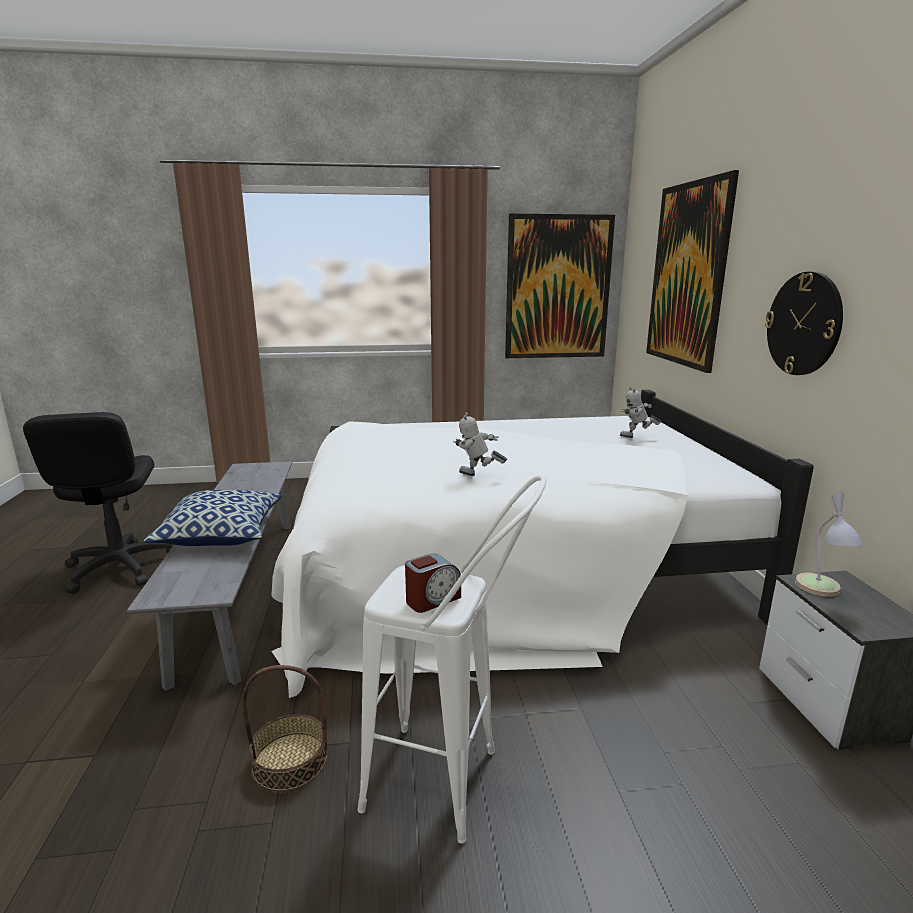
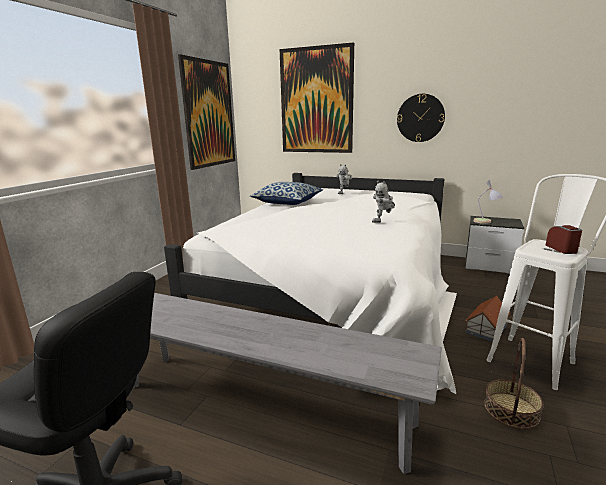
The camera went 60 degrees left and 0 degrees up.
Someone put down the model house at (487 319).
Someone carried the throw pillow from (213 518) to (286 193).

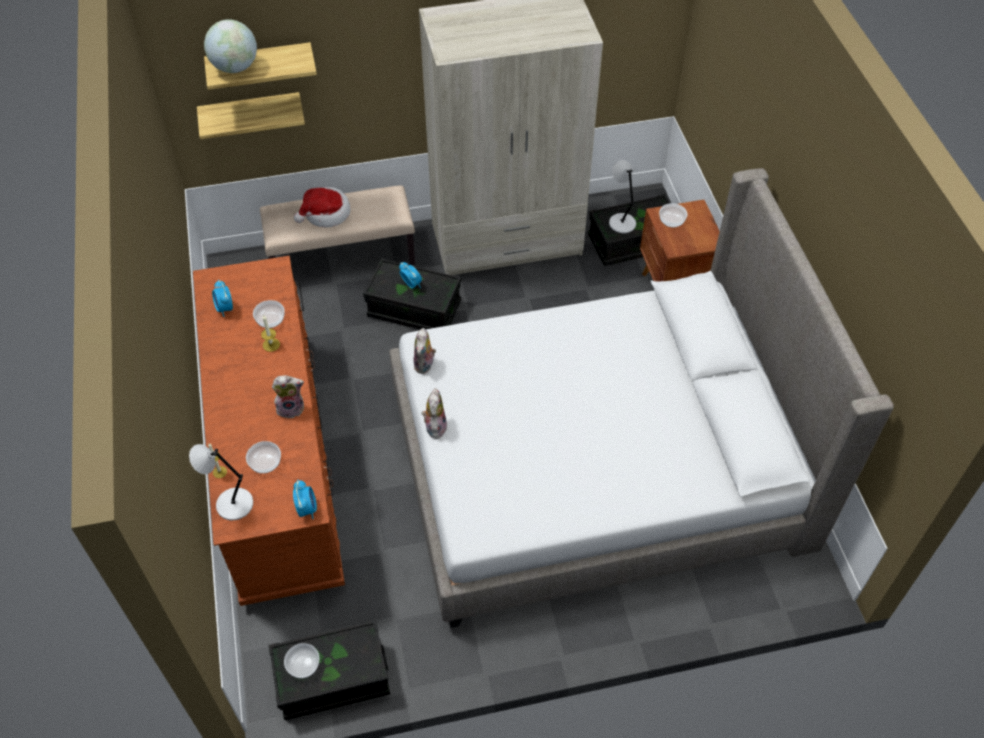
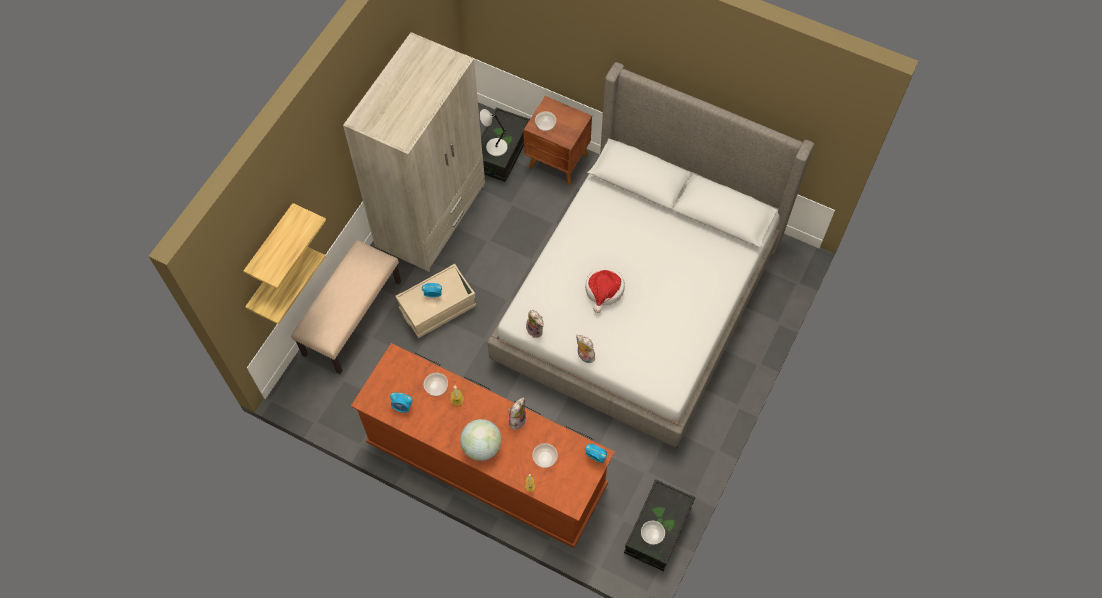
The camera went 50 degrees left and 10 degrees up.
Someone took away the grey tabletop lamp at (221 482).
Someone carried the globe from (230 46) to (481 440).
Someone carried the wearable hat from (322 207) to (605 290).
Someone repainted the black storage box at (412 294), which became the beige-coloured storage box at (436 301).

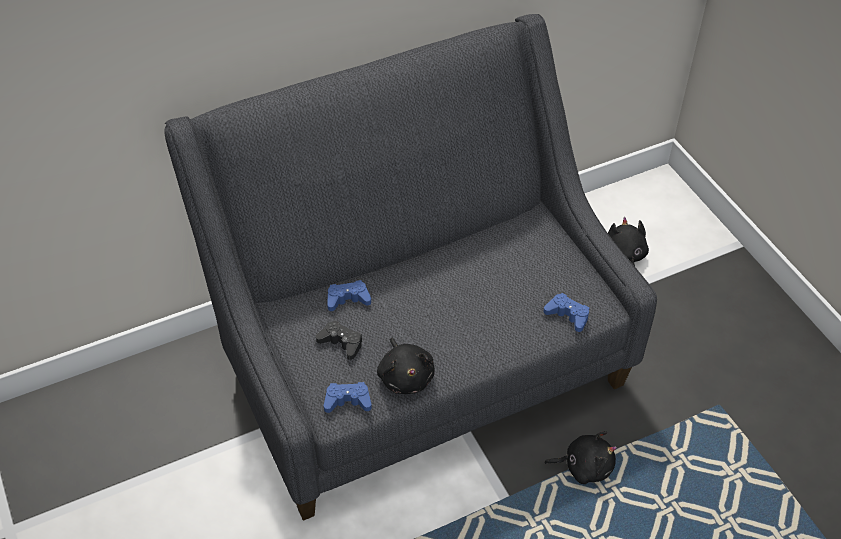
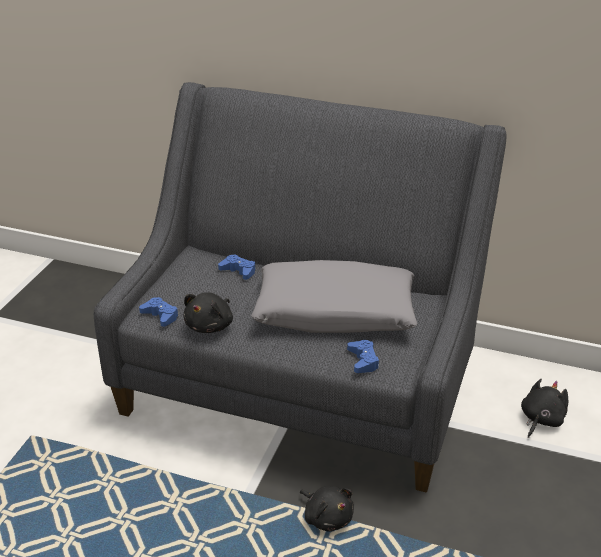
The camera went 45 degrees right and 15 degrees down.
Someone took away the black game controller at (339 340).
Someone put down the grey throw pillow at (334 296).

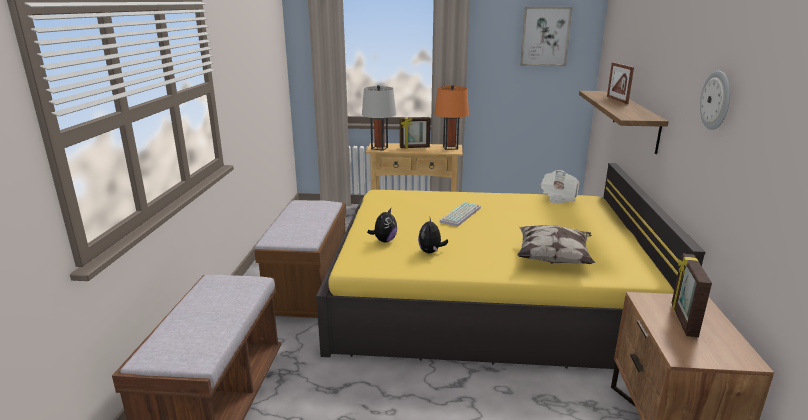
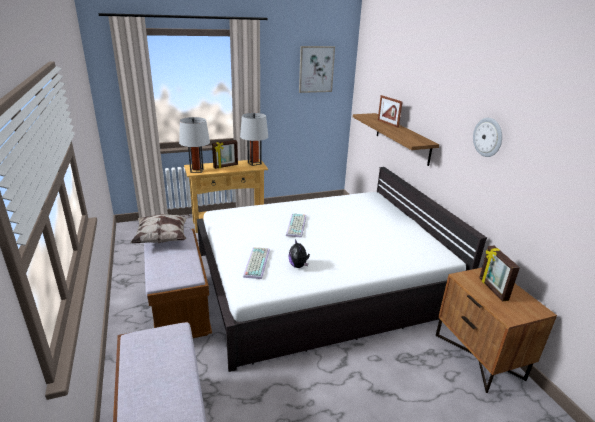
The camera went 25 degrees left and 5 degrees up.
Someone took away the printed paper at (560 187).
Someone carried the throw pillow from (556 244) to (160 228).
Someone swapped the plush toy at (382 225) for the computer keyboard at (256 263).
Someone repainted the yellow-coloured sleeping bed at (510 266), which became the whitish sleeping bed at (342 269).
Someone repainted the orange-coloured tabletop lamp at (452 117), which became the grey tabletop lamp at (254 139).

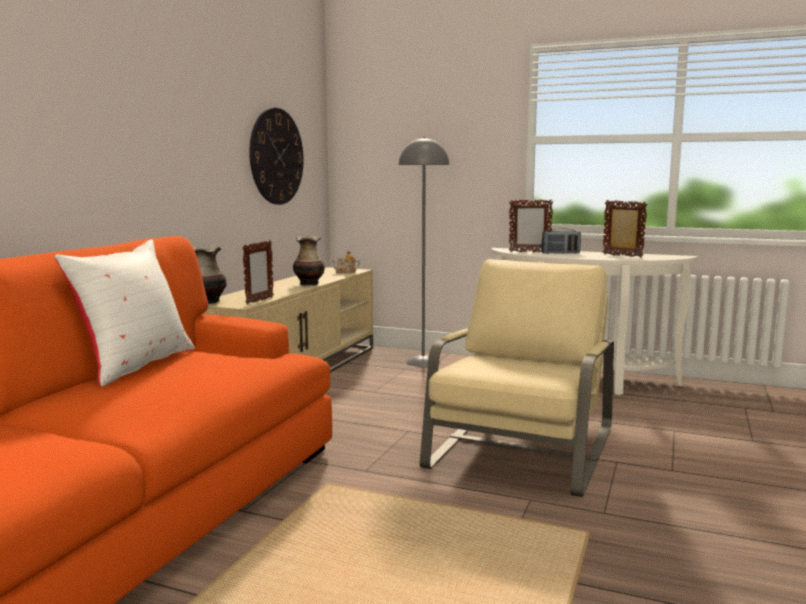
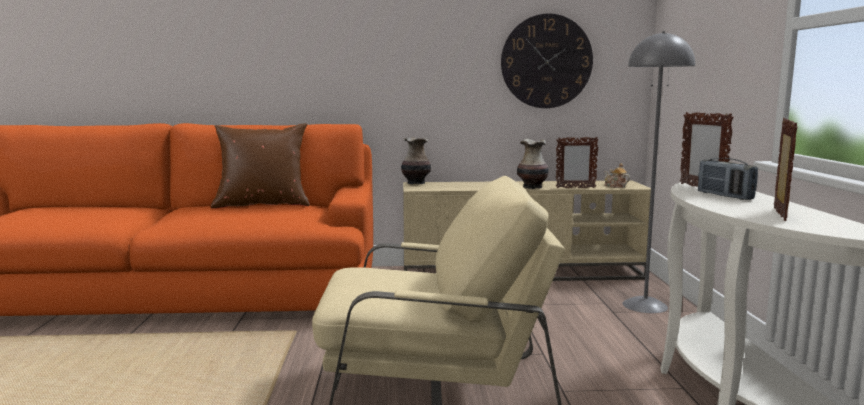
The camera went 65 degrees right and 0 degrees up.
Someone carried the photo frame from (258 272) to (577 162).
Someone repainted the whitish throw pillow at (124 313), which became the brown-coloured throw pillow at (260 166).

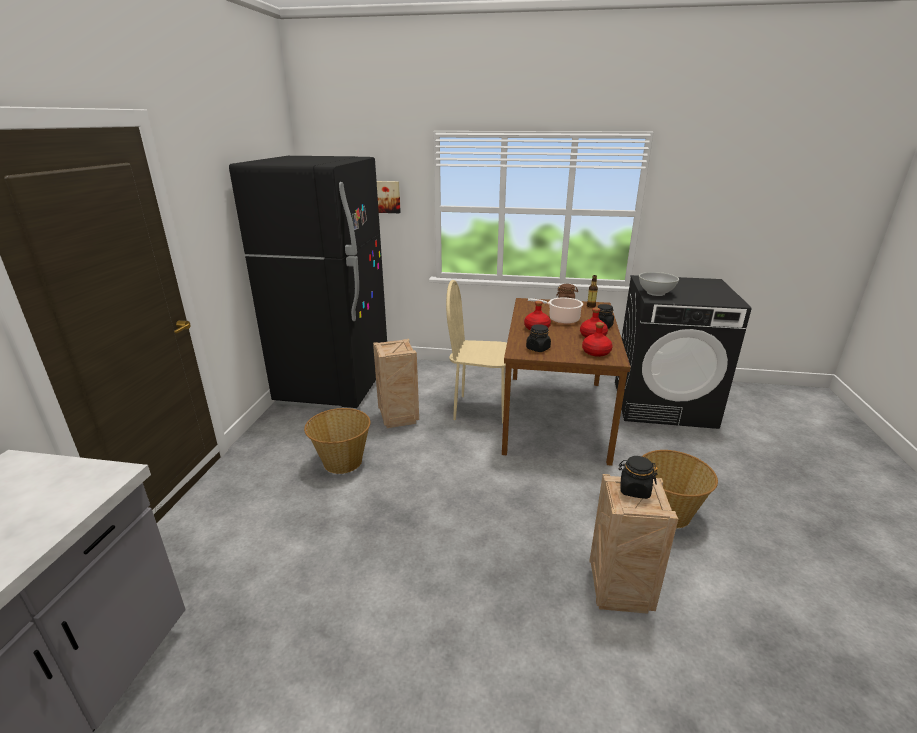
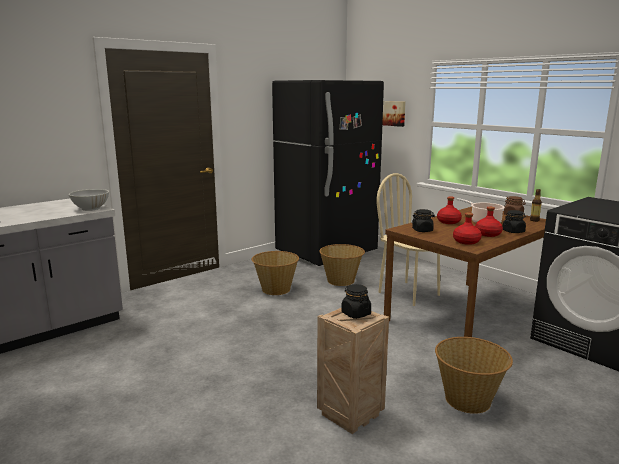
The camera went 40 degrees right and 10 degrees down.
Someone carried the whitish deep dish from (659 284) to (89 200).
Someone swapped the crate at (396 383) for the storage basket at (342 265).

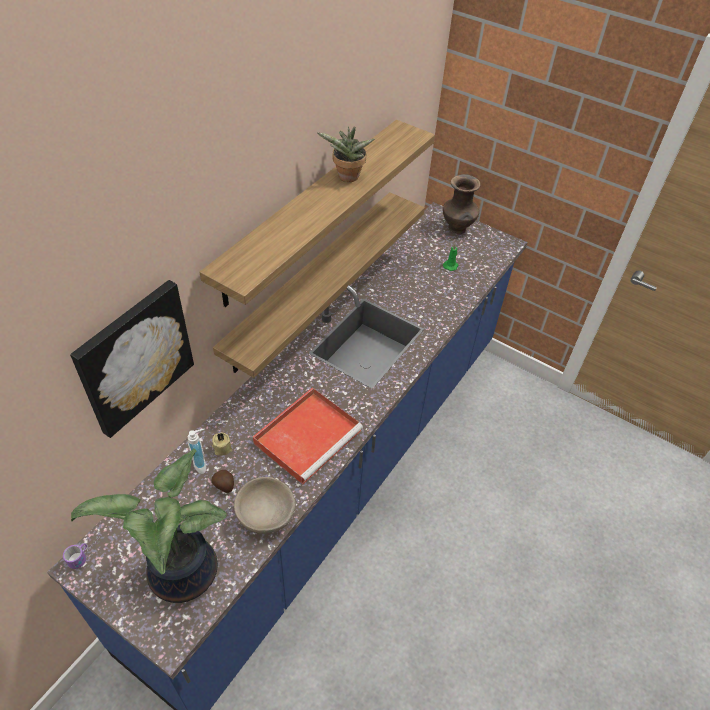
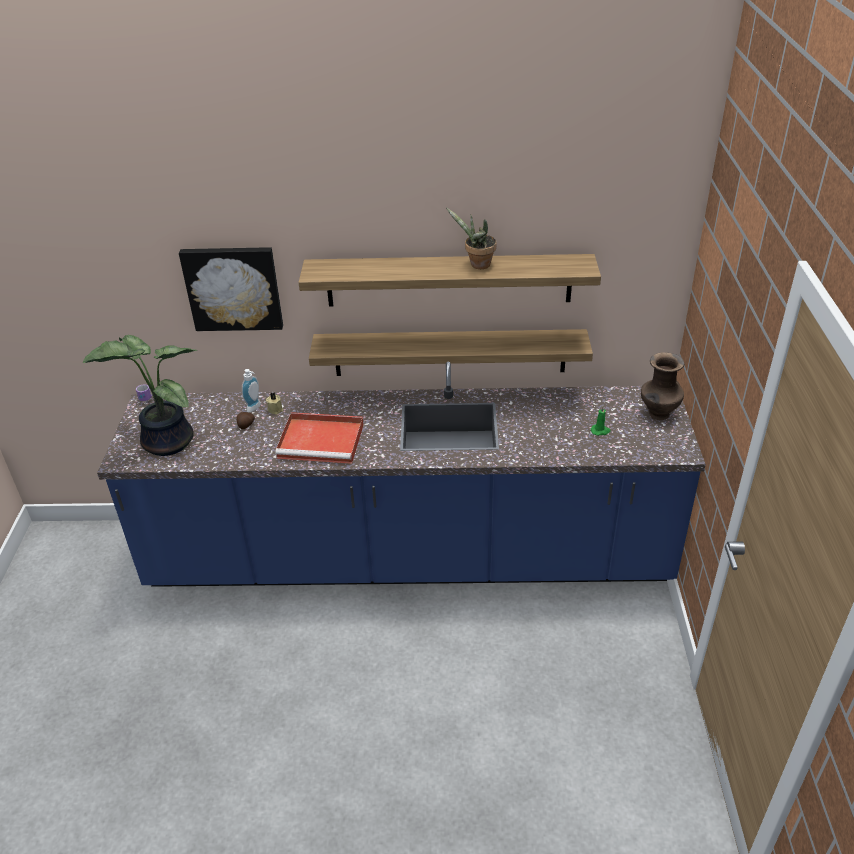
The camera went 60 degrees right and 10 degrees down.
Someone took away the beige-coloured deep dish at (265 505).

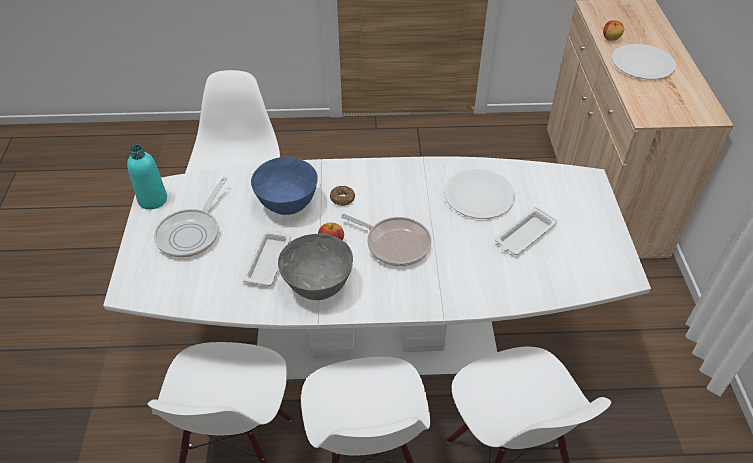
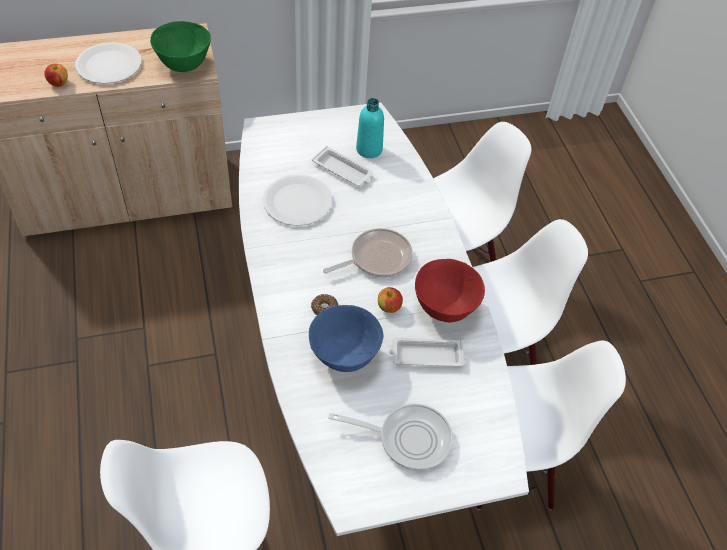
The camera went 105 degrees left and 5 degrees up.
Someone put down the greenish deep dish at (180 46).
Someone carried the turquoise beverage bottle from (147 177) to (370 128).
Someone repainted the grey deep dish at (315 267), which became the reddish deep dish at (450 290).
Someone rotated the pan at (386 240) by 45 degrees clockwise.

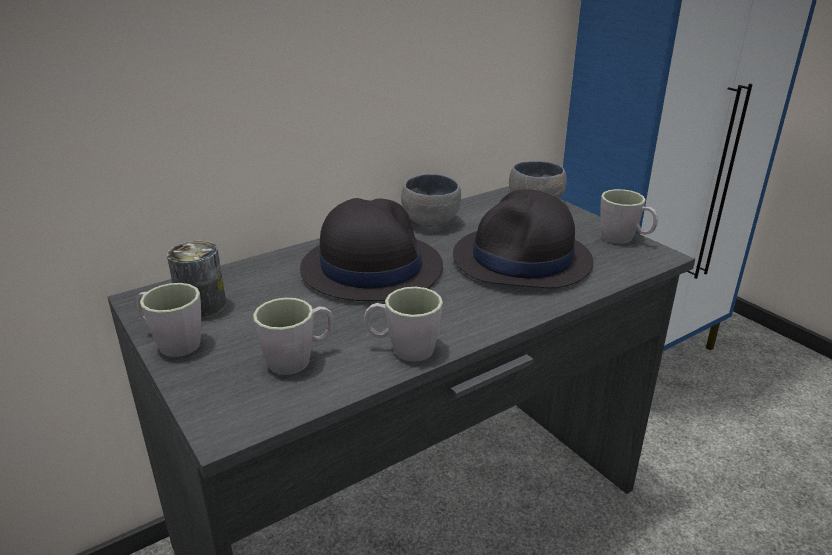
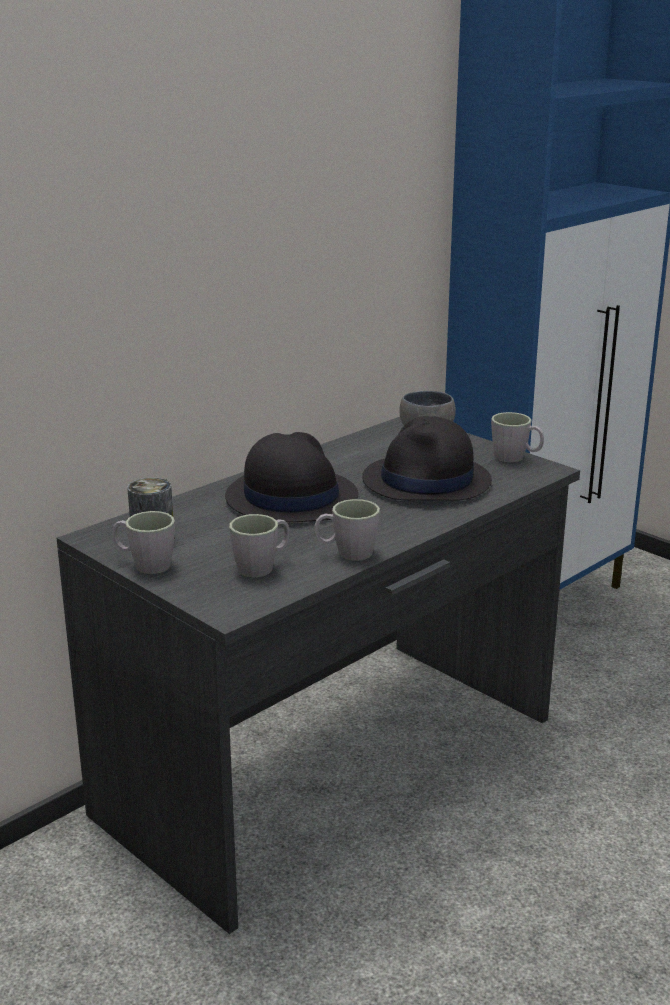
The camera went 10 degrees left and 5 degrees down.
Someone took away the grey deep dish at (431 200).

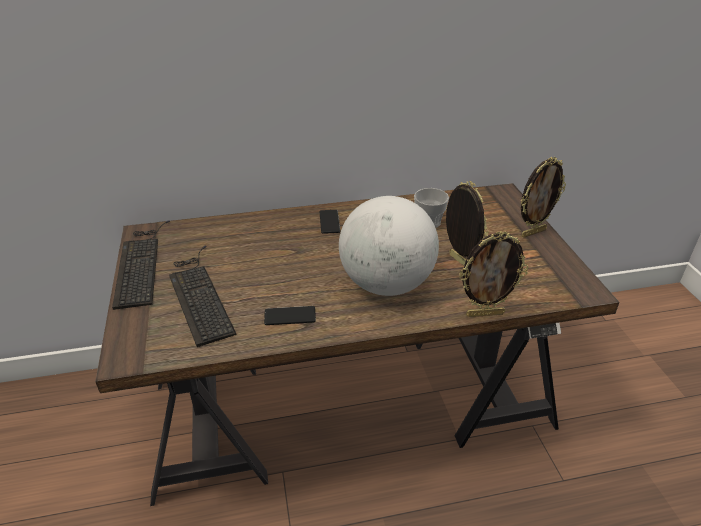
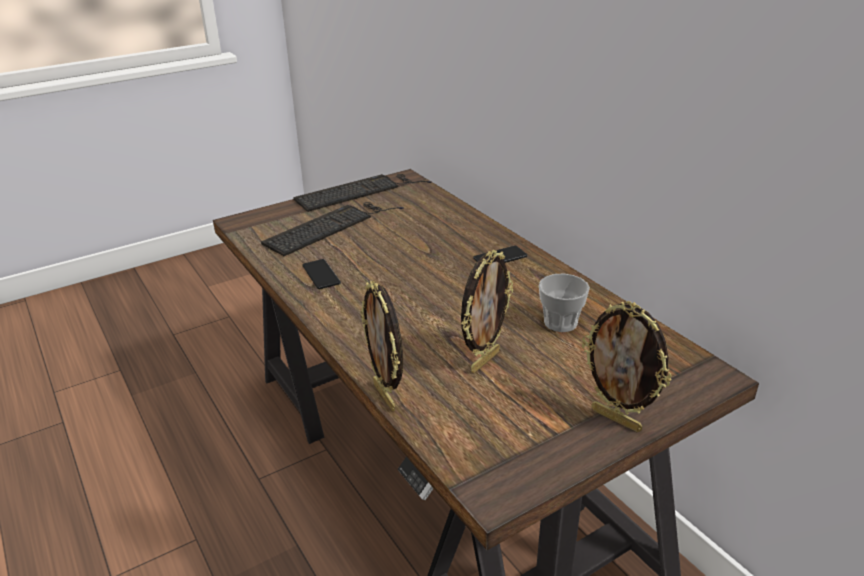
The camera went 70 degrees right and 5 degrees down.
Someone took away the globe at (389 246).

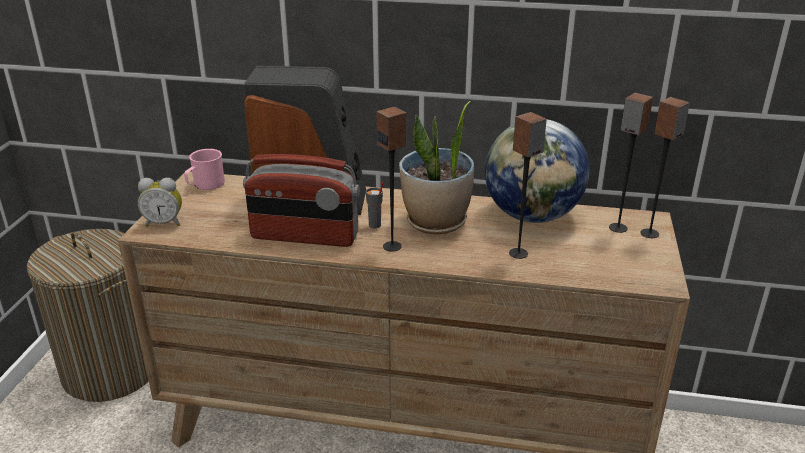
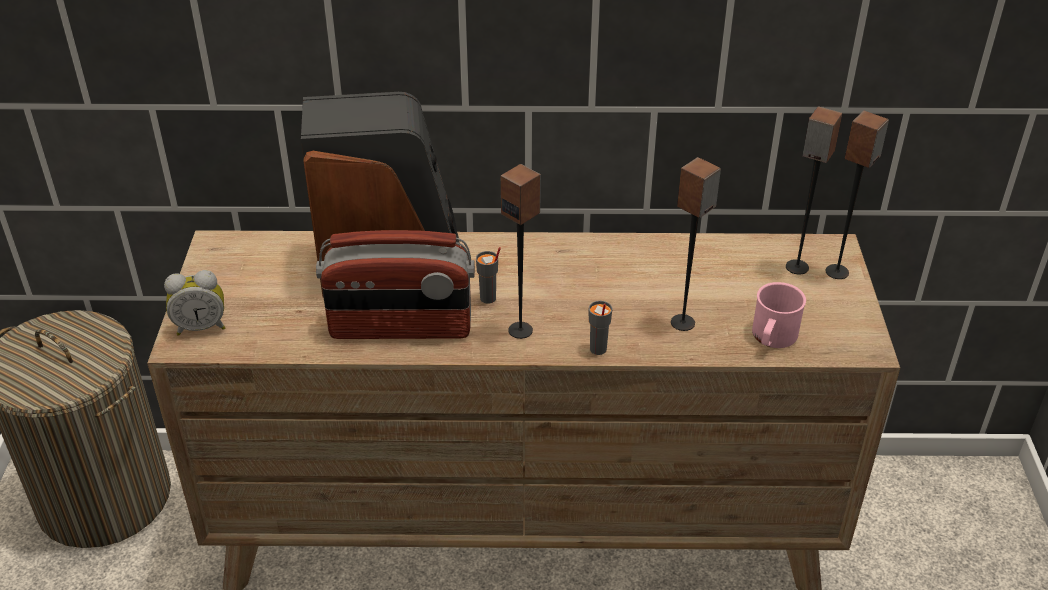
The camera went 10 degrees left and 10 degrees up.
Someone took away the houseplant at (436 167).
Someone took away the globe at (537 171).
Someone put down the grey drinking cup at (601 328).
Someone carried the pink coffee mug from (204 169) to (779 315).

